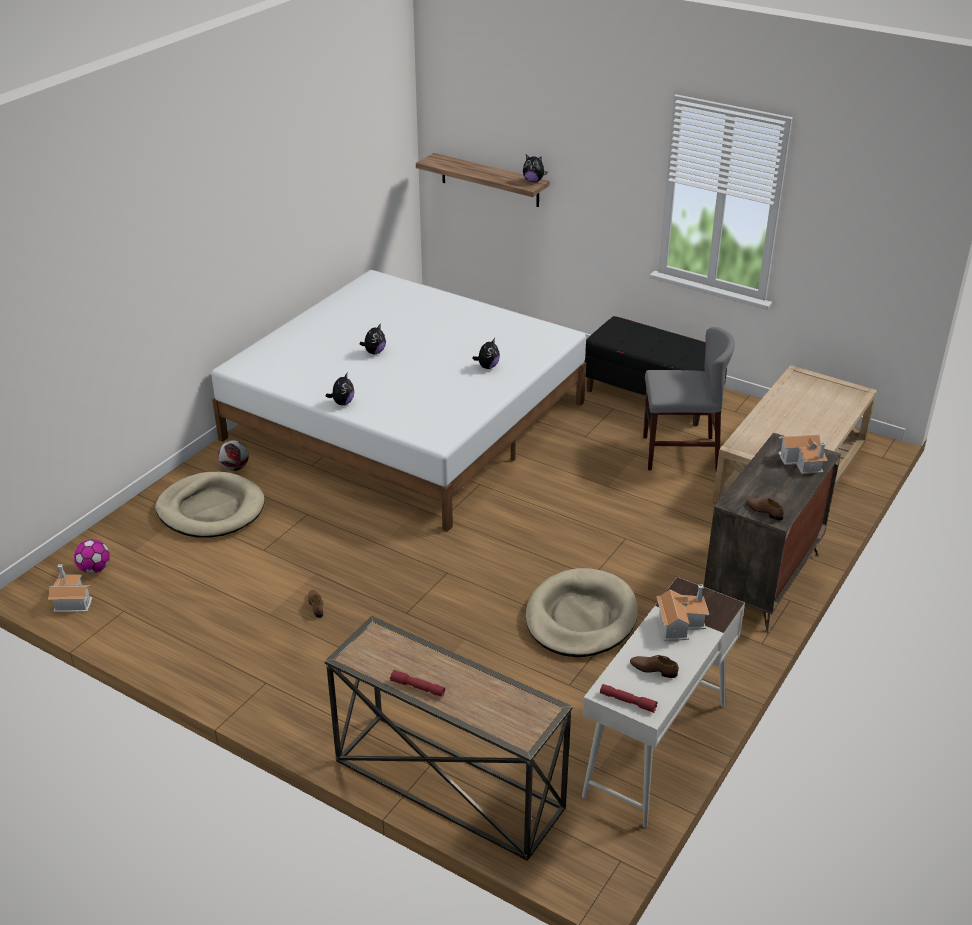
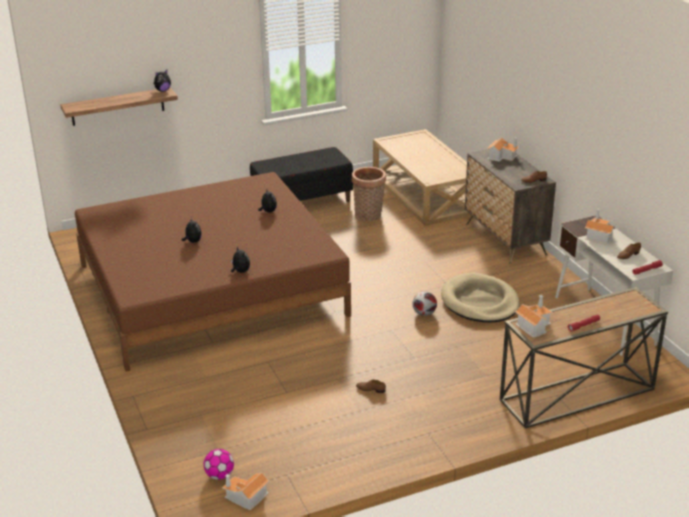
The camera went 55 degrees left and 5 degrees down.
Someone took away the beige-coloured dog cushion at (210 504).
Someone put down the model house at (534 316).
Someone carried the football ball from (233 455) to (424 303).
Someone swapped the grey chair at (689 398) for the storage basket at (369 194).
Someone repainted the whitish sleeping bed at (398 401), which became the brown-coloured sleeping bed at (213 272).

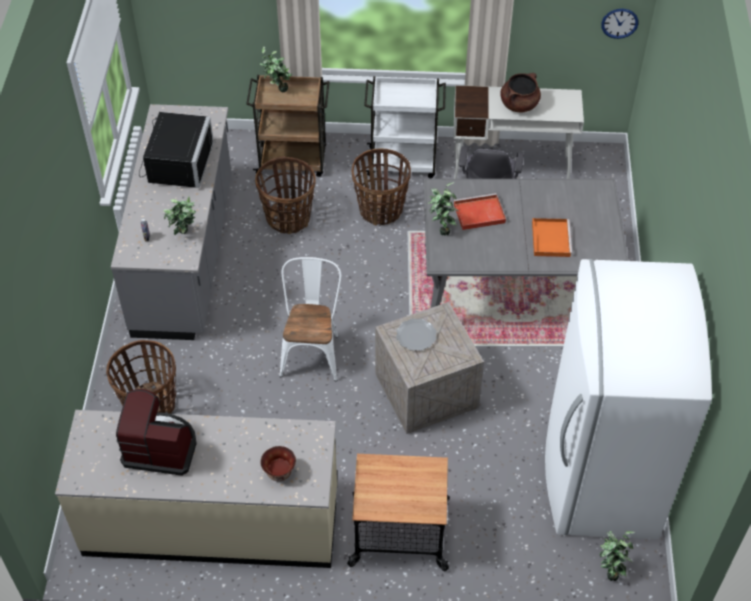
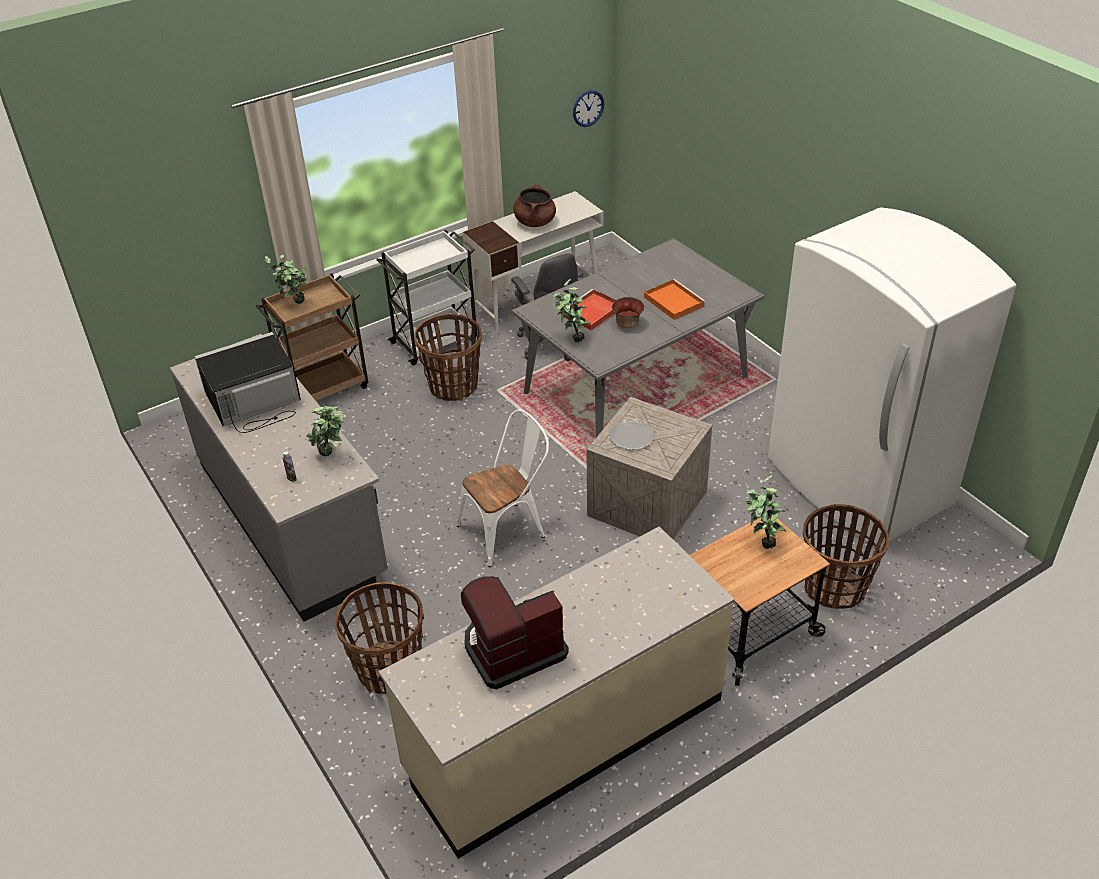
The camera went 35 degrees left and 10 degrees down.
Someone carried the storage basket from (285 195) to (846 556).
Someone carried the deep dish from (278 463) to (628 312).
Someone carried the houseplant from (617 556) to (765 512).
Someone rotated the black microwave at (176 150) by 90 degrees counterclockwise.
Someone rotated the whitish chair at (310 319) by 90 degrees clockwise.

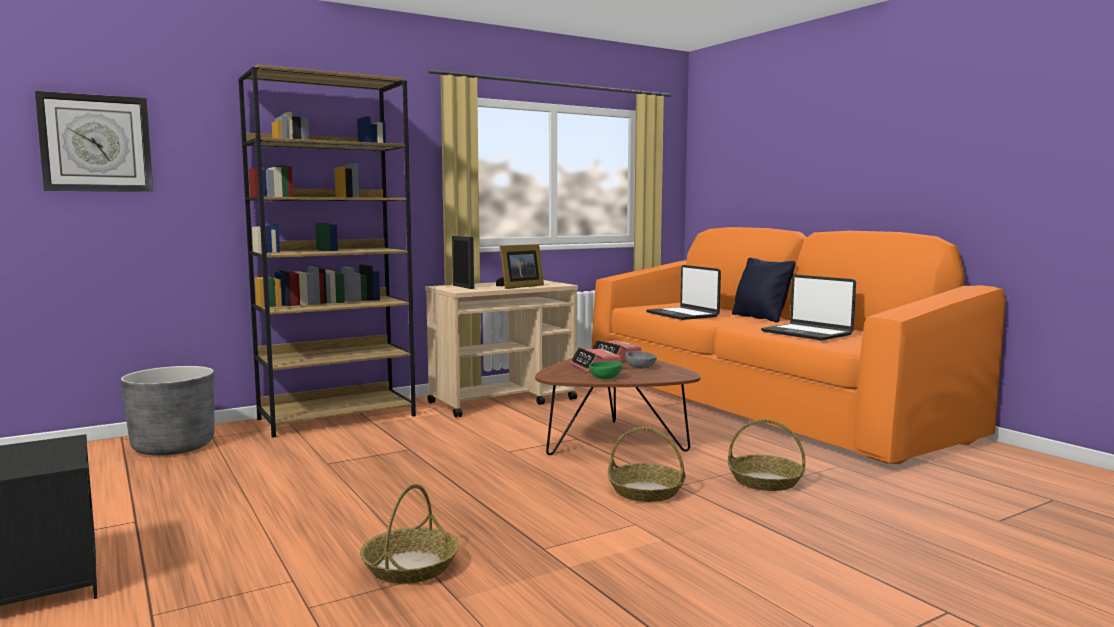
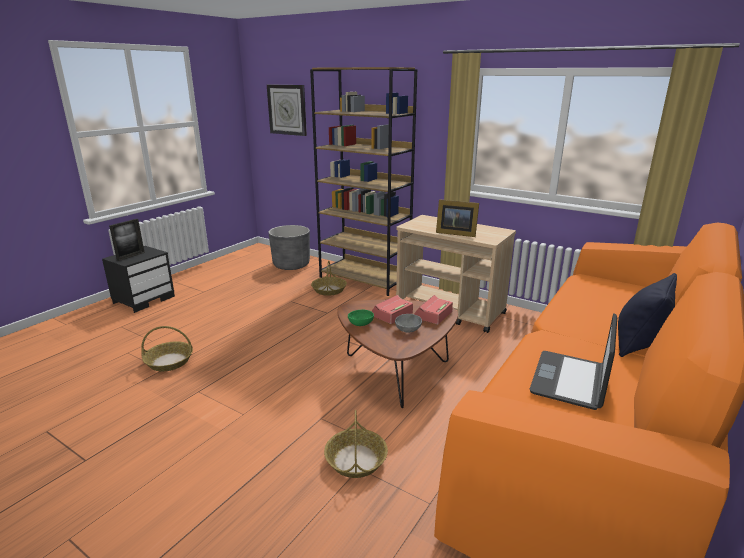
The camera went 65 degrees right and 15 degrees up.
Someone took away the laptop at (683 292).
Someone carried the photo frame from (463 262) to (127 240).
Someone carried the storage basket from (646 464) to (329 278).

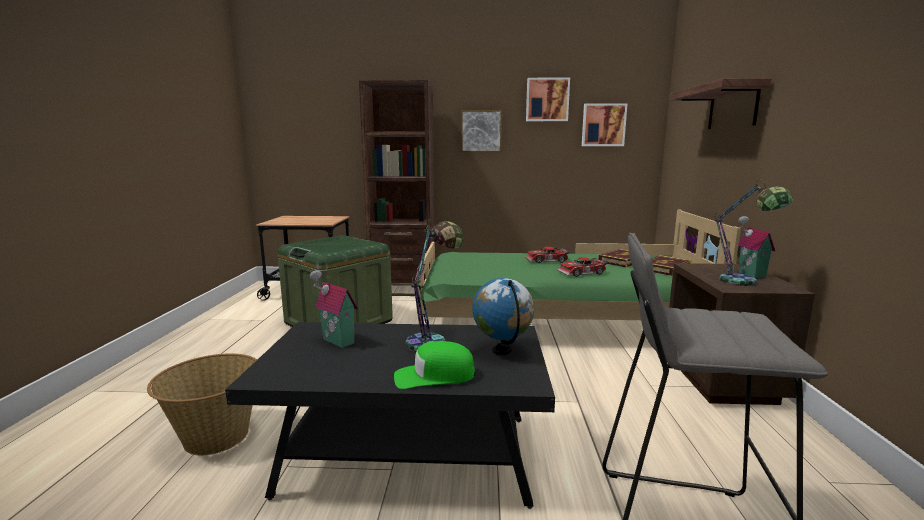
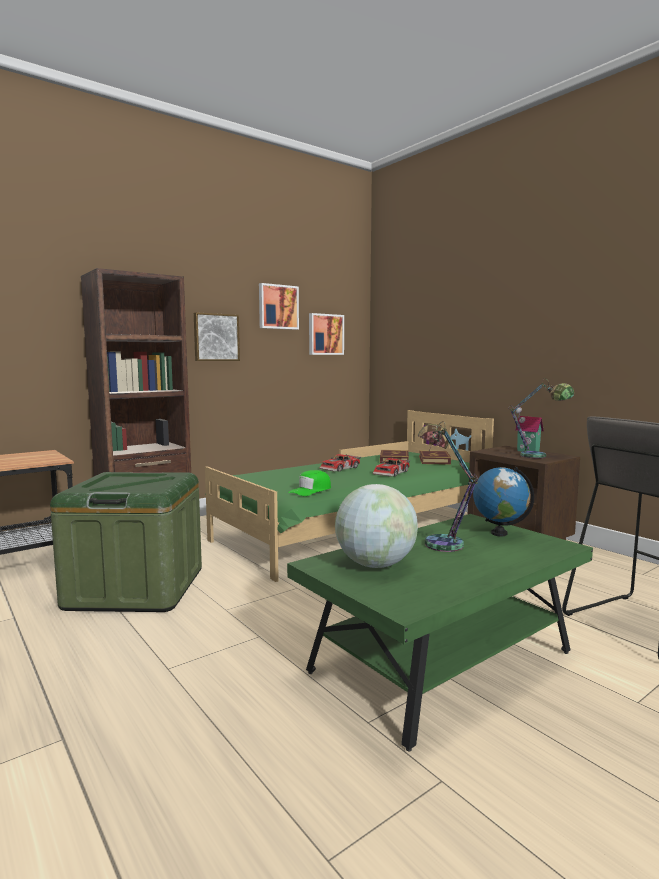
The camera went 40 degrees left and 5 degrees down.
Someone took away the storage basket at (202 404).
Someone took away the bracket shelf at (720 103).
Someone carried the greenish cap from (435 365) to (309 483).
Someone swapped the model house at (333 309) for the globe at (376 526).
Someone repainted the black coffee table at (390 415), which became the greenish coffee table at (440 632).

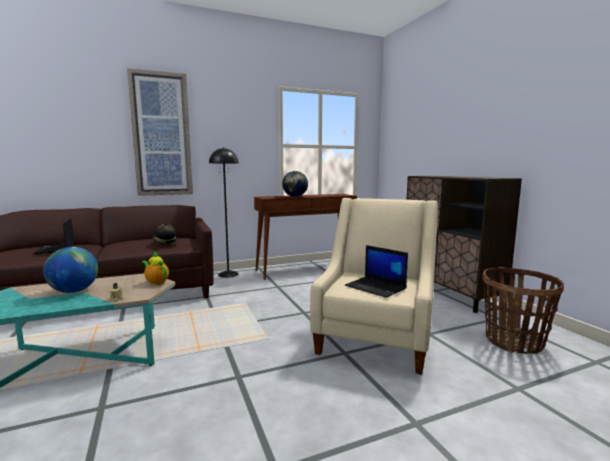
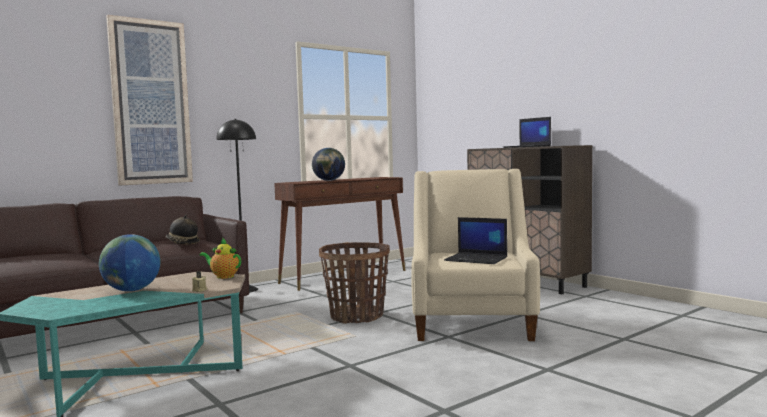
The camera went 15 degrees left and 5 degrees down.
Someone carried the laptop from (54 236) to (527 132).
Someone carried the storage basket from (523 310) to (354 283).

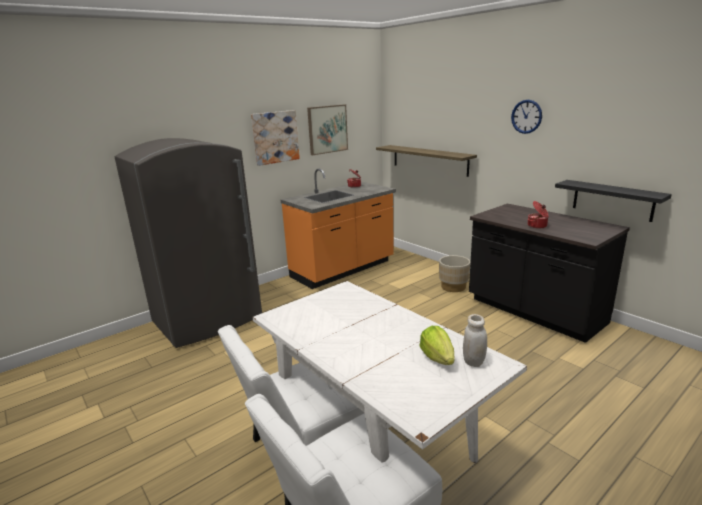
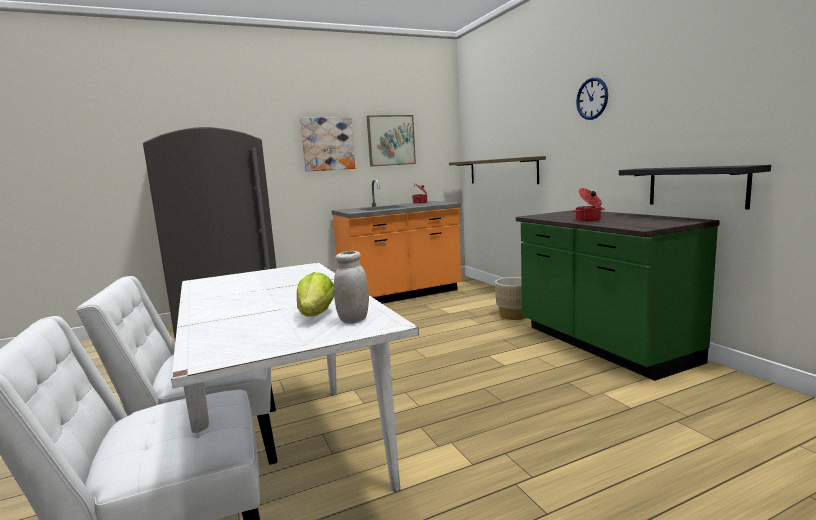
The camera went 15 degrees right and 10 degrees down.
Someone repainted the black counter at (549 273), which became the greenish counter at (618 295).

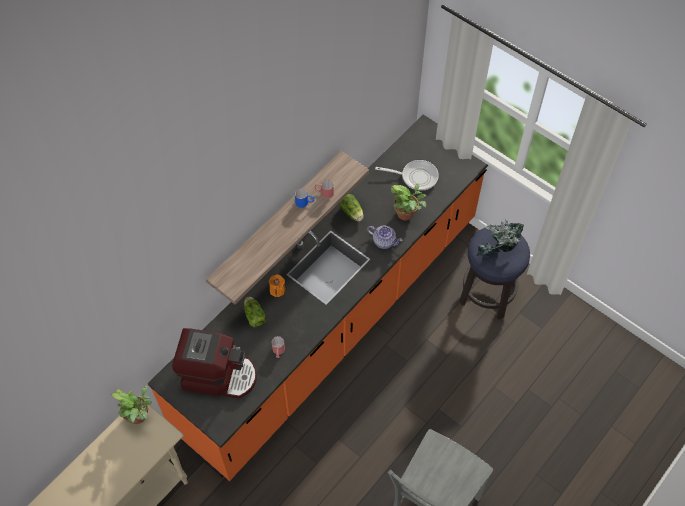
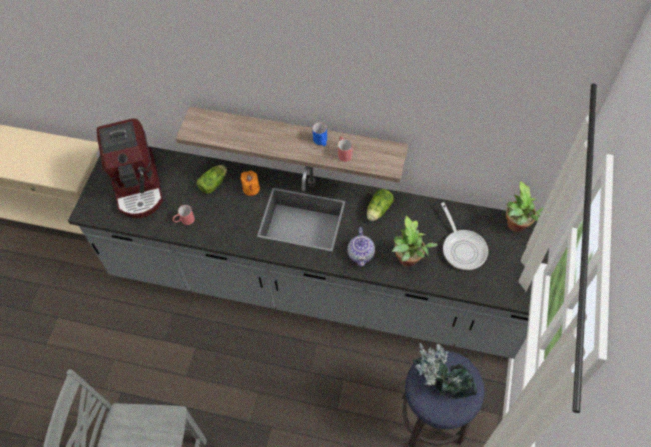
The camera went 65 degrees right and 0 degrees up.
Someone carried the houseplant from (131 405) to (525 206).
Someone repainted the orange-coloured counter at (318 298), which became the grey counter at (308 252).

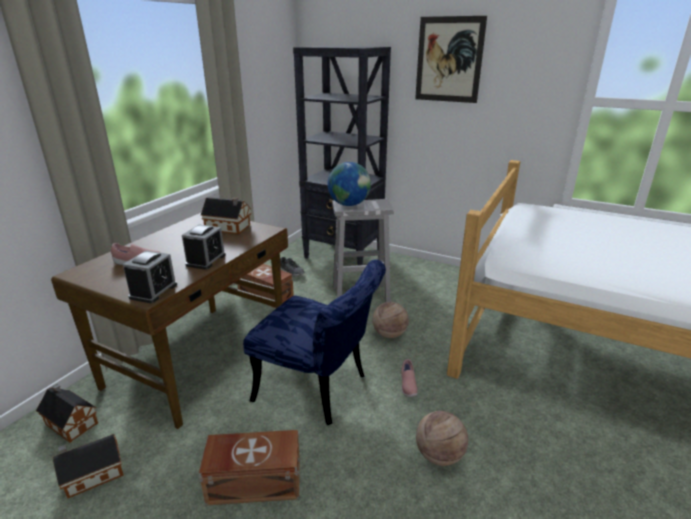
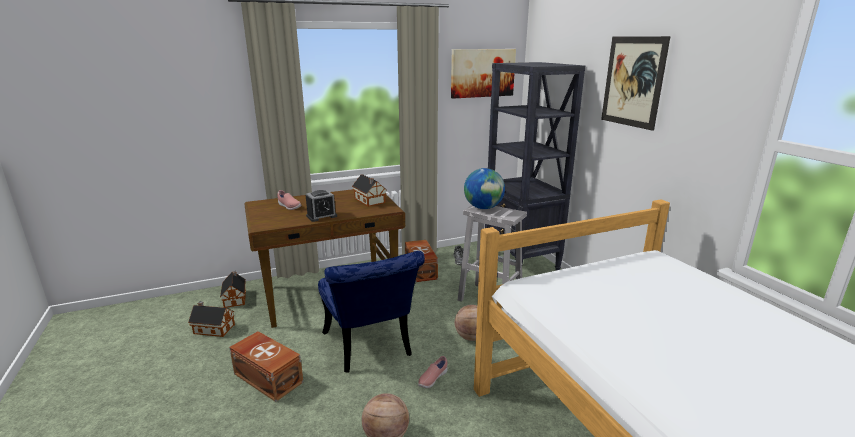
The camera went 40 degrees right and 5 degrees down.
Someone took away the table clock at (150 276).
Someone put up the wall art at (483 73).

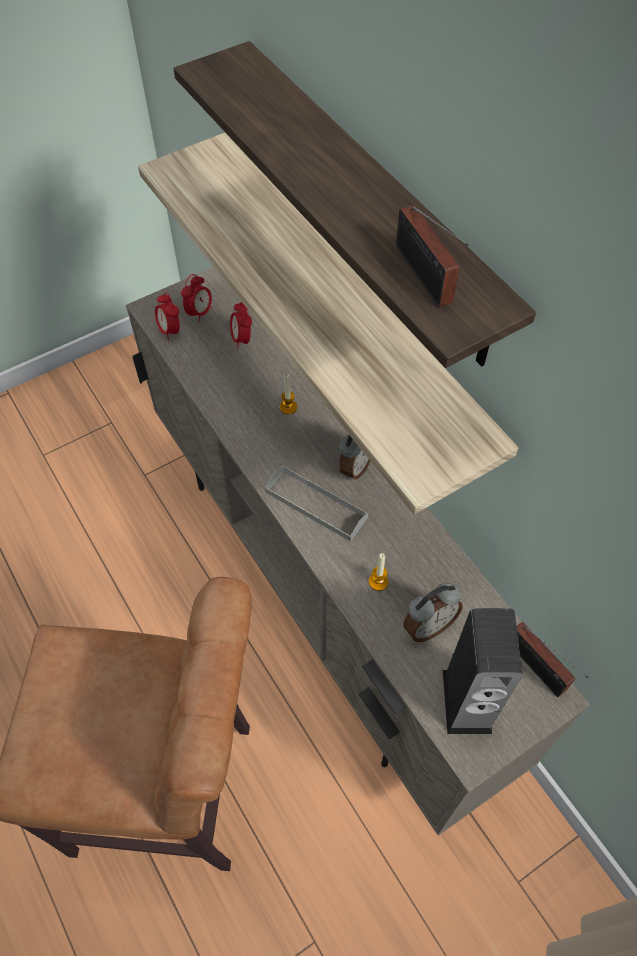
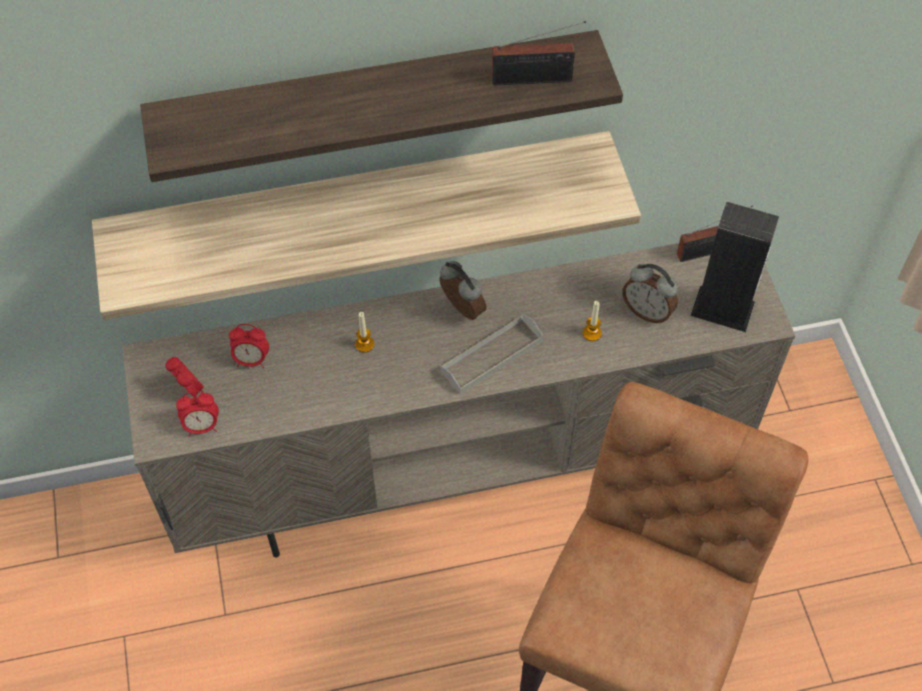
The camera went 70 degrees left and 0 degrees up.
Someone rotated the table clock at (433 612) by 135 degrees clockwise.

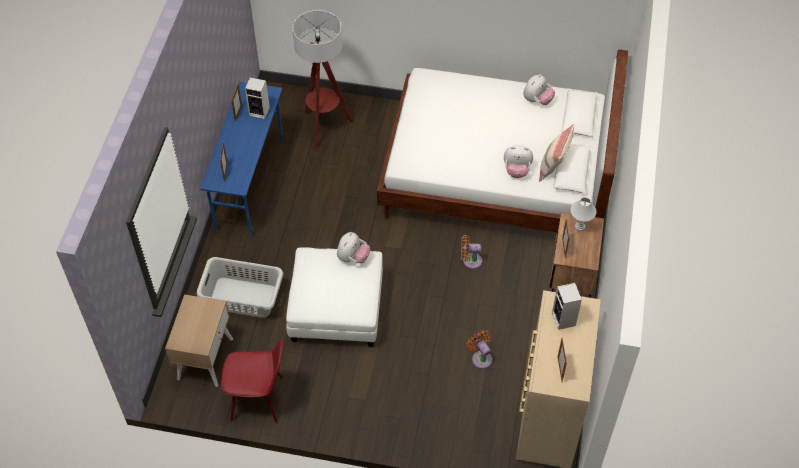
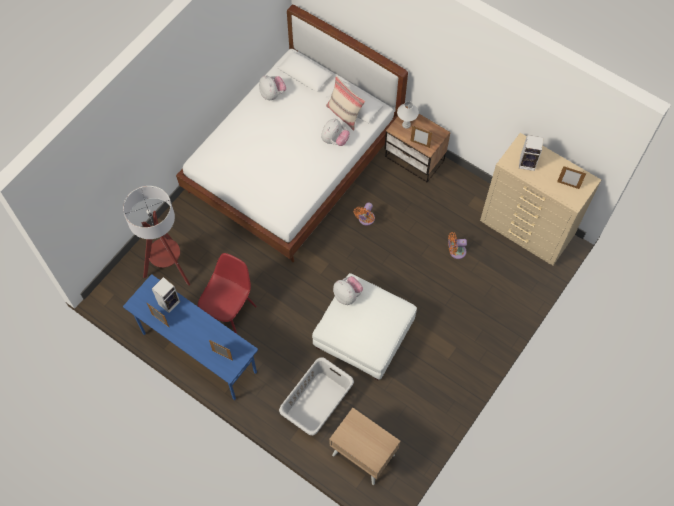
The camera went 65 degrees left and 10 degrees up.
Someone carried the reddish chair from (252 381) to (227 293).

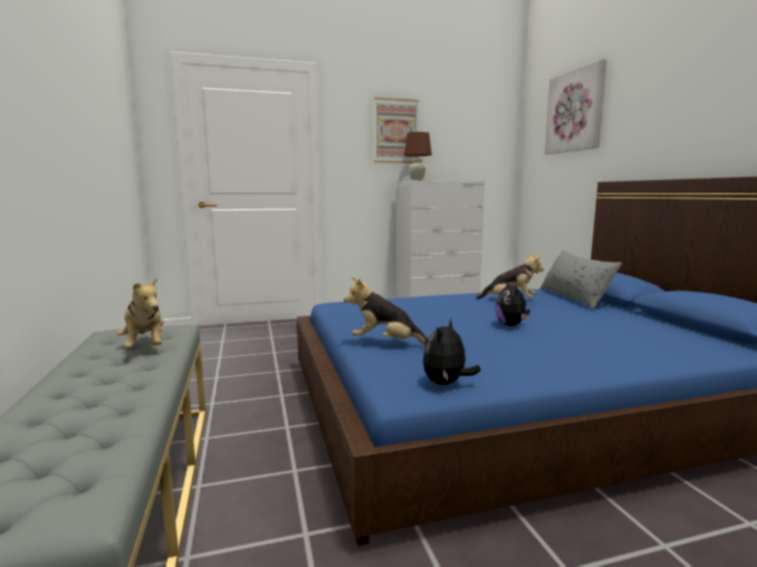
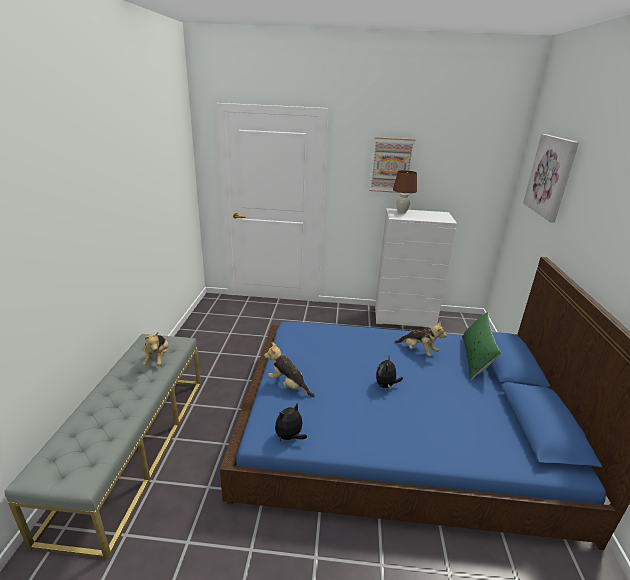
The camera went 20 degrees right and 15 degrees up.
Someone repainted the grey throw pillow at (581 280), which became the greenish throw pillow at (481 346).

